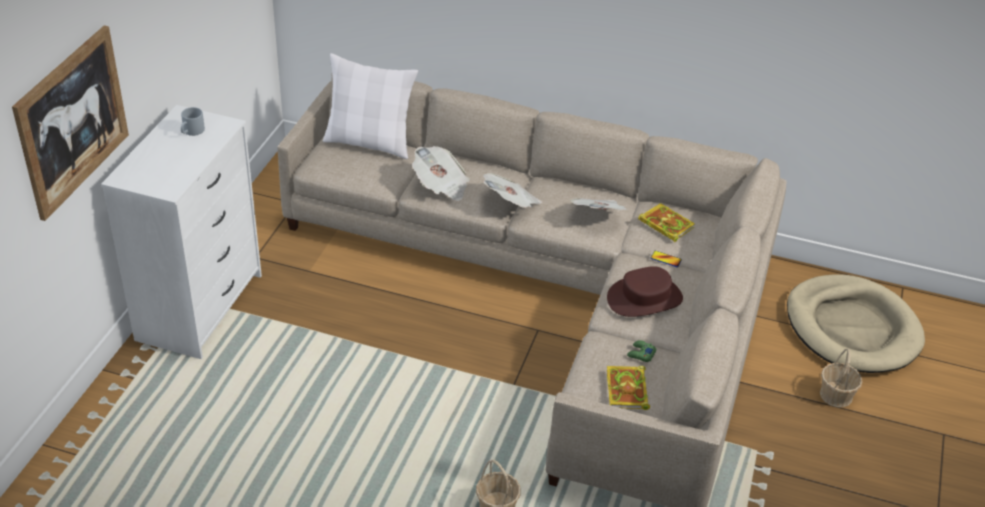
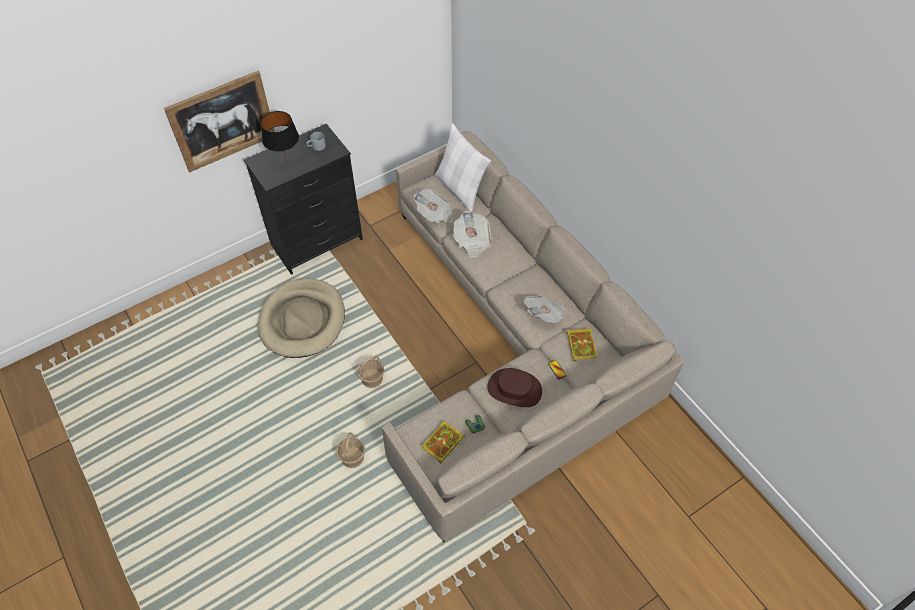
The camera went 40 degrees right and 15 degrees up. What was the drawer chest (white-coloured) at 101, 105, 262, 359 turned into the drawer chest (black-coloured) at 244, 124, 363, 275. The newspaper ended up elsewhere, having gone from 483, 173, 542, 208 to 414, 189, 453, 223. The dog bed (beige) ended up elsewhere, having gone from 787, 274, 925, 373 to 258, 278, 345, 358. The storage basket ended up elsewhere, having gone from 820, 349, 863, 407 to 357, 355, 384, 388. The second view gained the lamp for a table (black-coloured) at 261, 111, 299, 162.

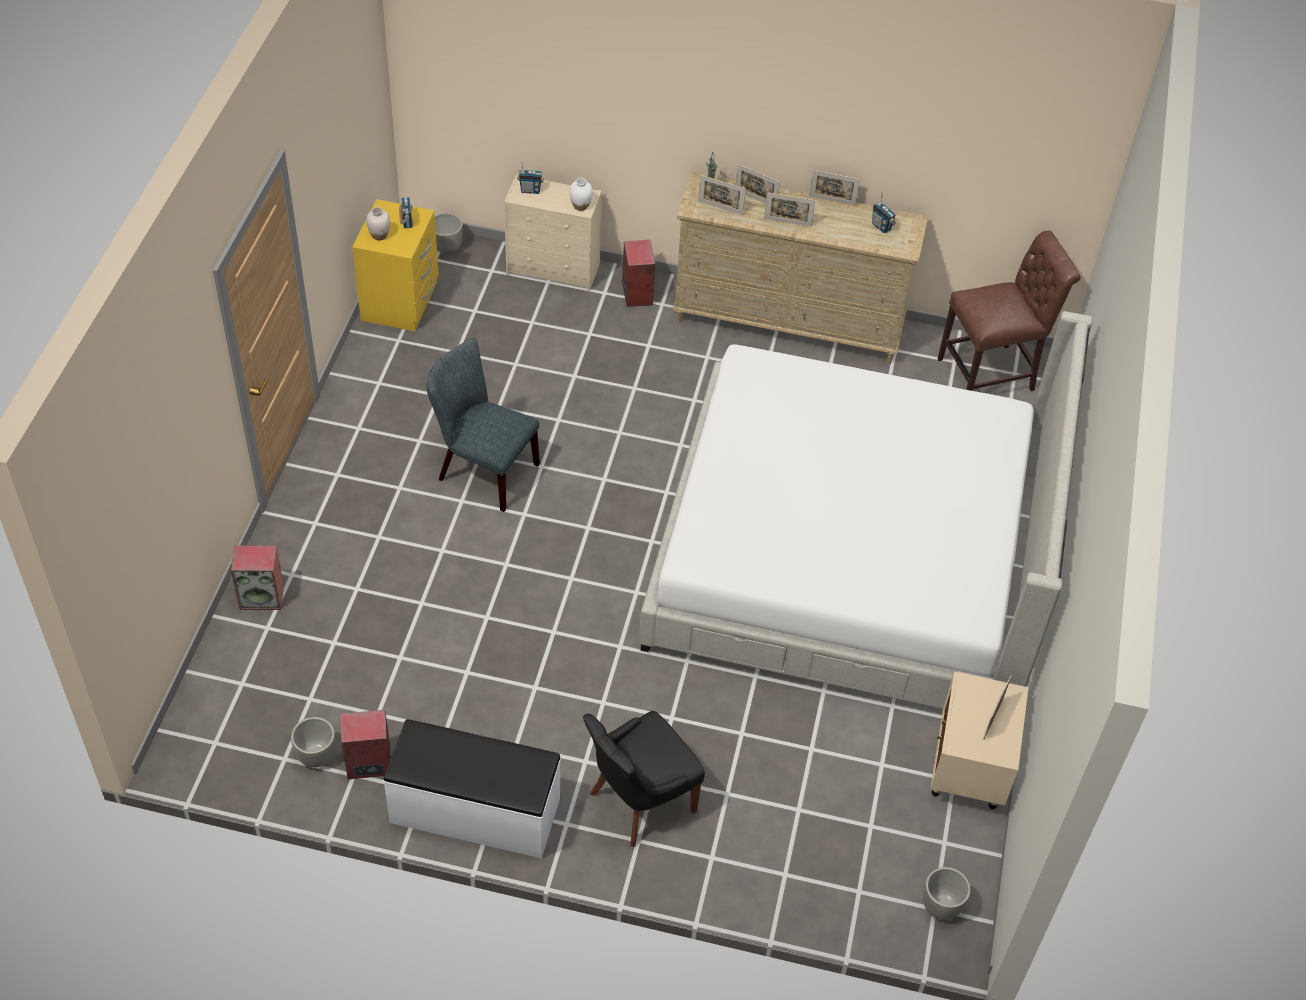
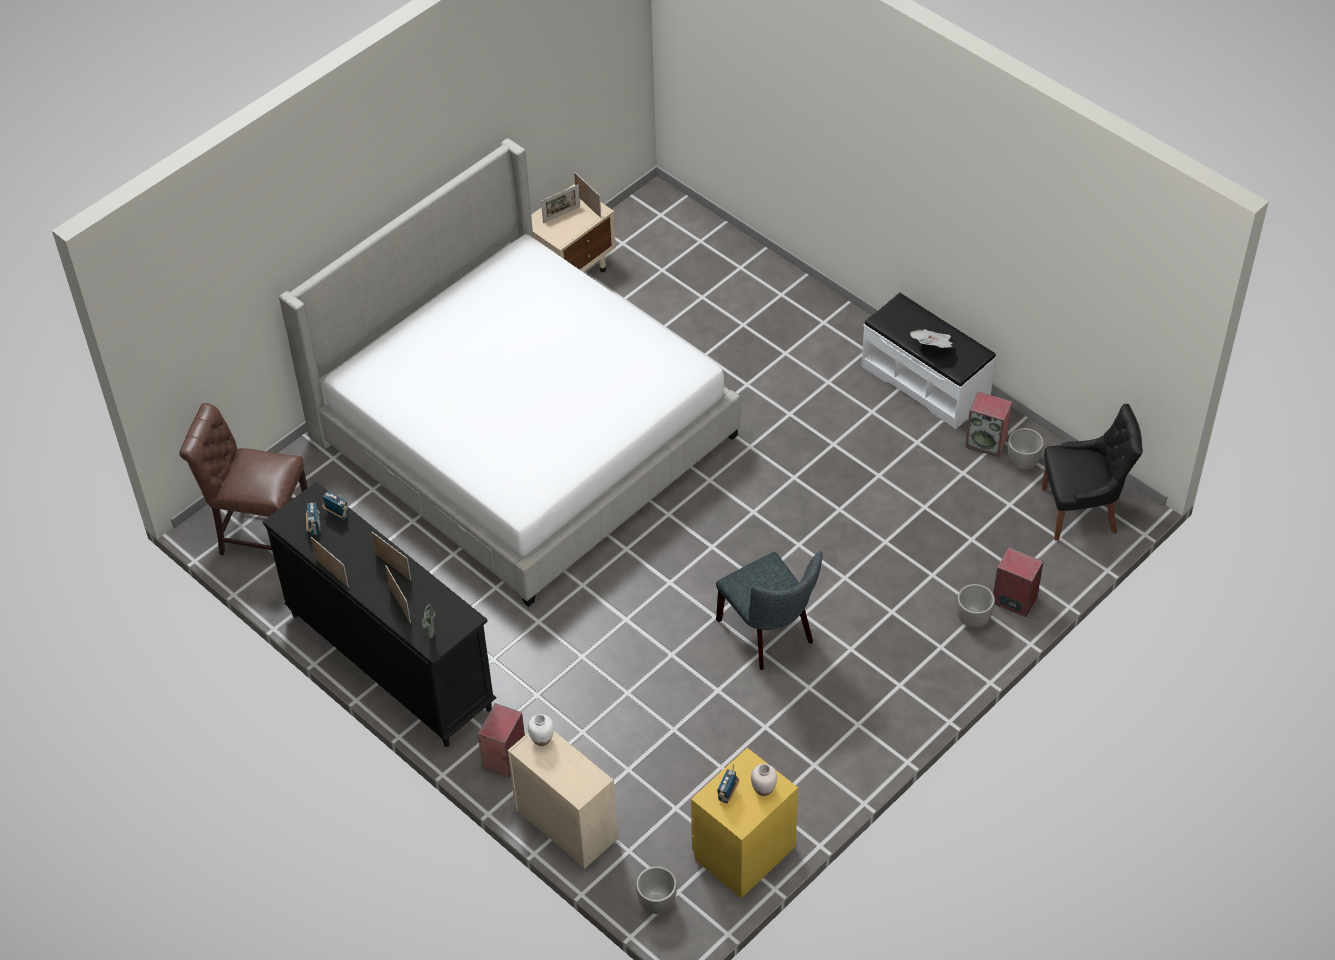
The camera went 145 degrees left and 0 degrees up. The radio set ended up elsewhere, having gone from 517, 161, 544, 194 to 322, 491, 348, 520. The chair (black-coloured) ended up elsewhere, having gone from 583, 711, 705, 847 to 1042, 404, 1143, 541. What was the drawer chest (beige) at 672, 172, 928, 364 turned into the drawer chest (black-coloured) at 263, 481, 496, 747. The standing frame ended up elsewhere, having gone from 698, 175, 746, 215 to 574, 172, 601, 218. The planter ended up elsewhere, having gone from 923, 867, 971, 920 to 957, 584, 995, 628. The second view gained the newspaper at 910, 329, 953, 348.

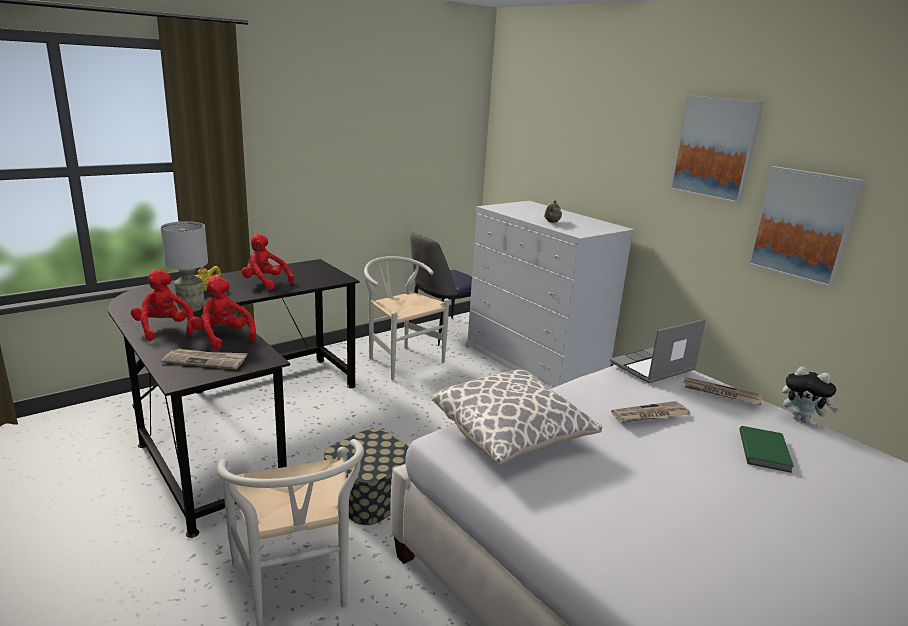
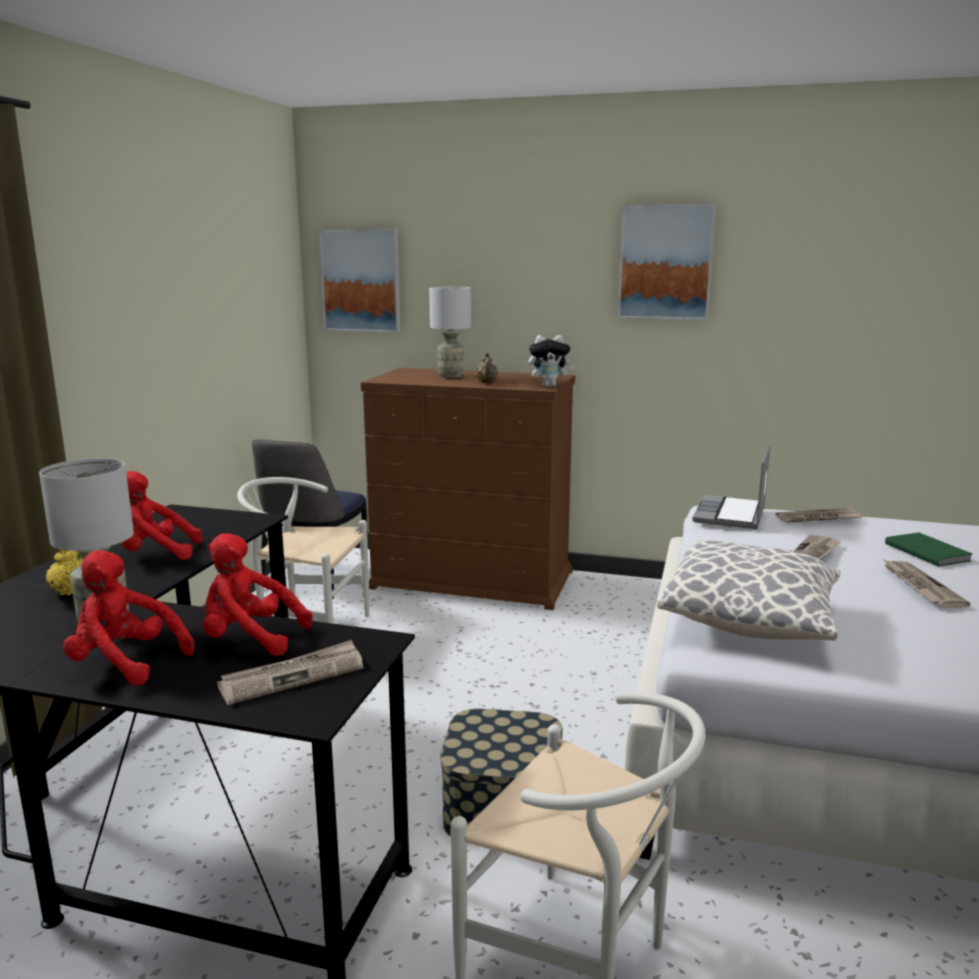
The camera went 35 degrees left and 5 degrees down. What was the drawer chest (white-coloured) at 465, 201, 635, 389 turned into the drawer chest (brown) at 361, 368, 575, 610. The wall picture ended up elsewhere, having gone from 748, 166, 864, 287 to 319, 229, 400, 333. The plush toy ended up elsewhere, having gone from 782, 366, 838, 423 to 528, 335, 575, 387. The second view gained the lamp for a table (greyish) at 429, 287, 471, 378. The second view gained the newspaper at 884, 560, 970, 608.

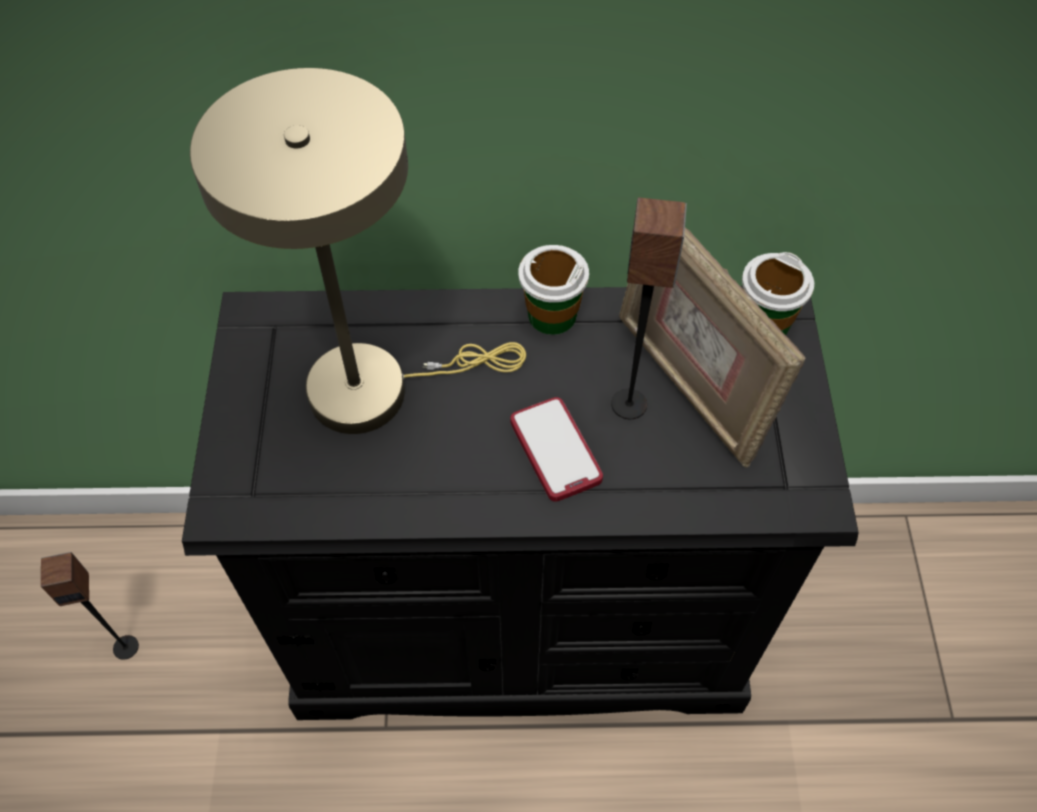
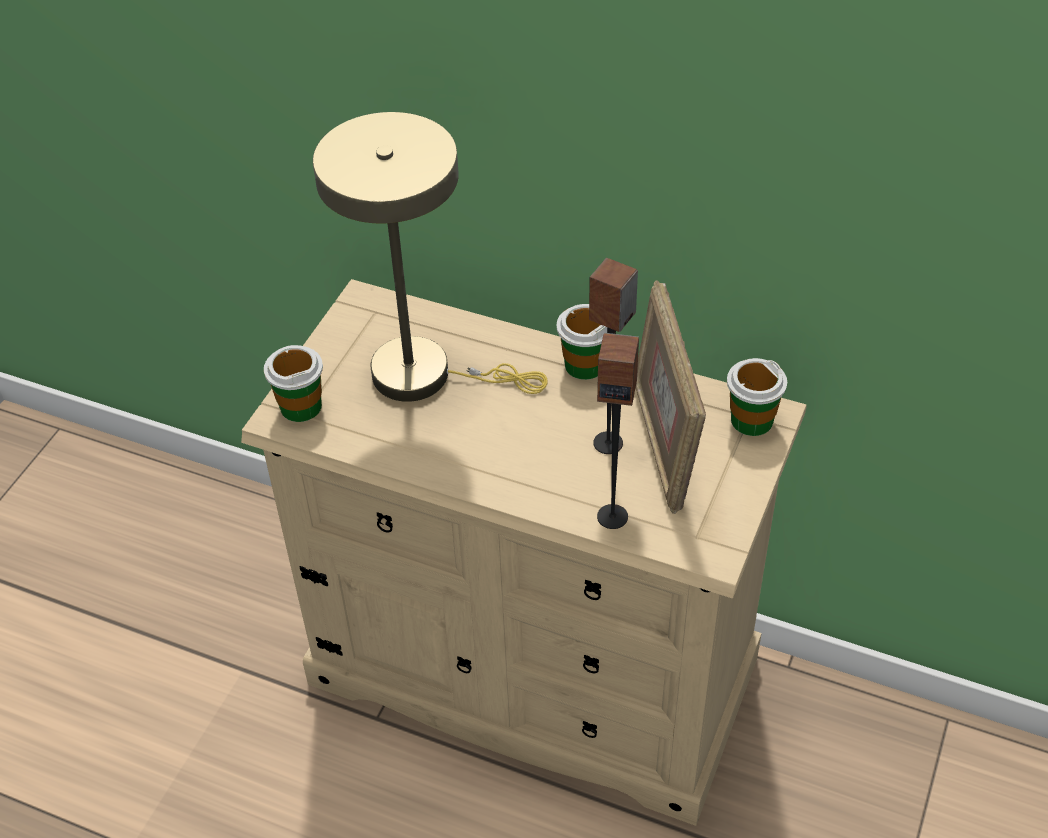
The camera went 25 degrees right and 10 degrees down. The speaker ended up elsewhere, having gone from 41, 552, 139, 660 to 597, 333, 639, 529. What was the drawer chest (black-coloured) at 182, 286, 859, 720 turned into the drawer chest (beige) at 241, 279, 807, 826. The second view lost the telephone at 510, 397, 603, 502. The second view gained the small cup at 264, 345, 323, 422.

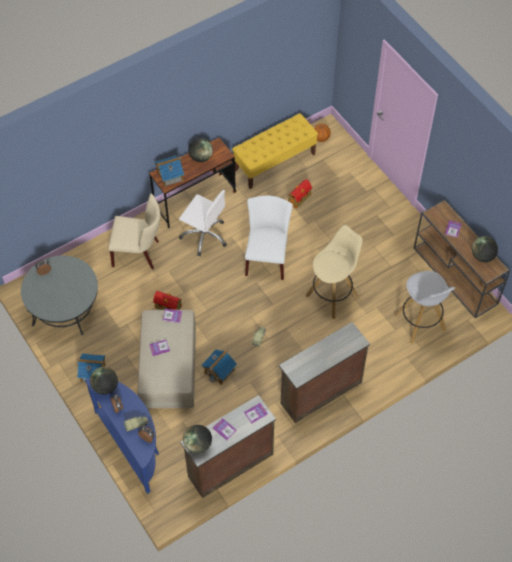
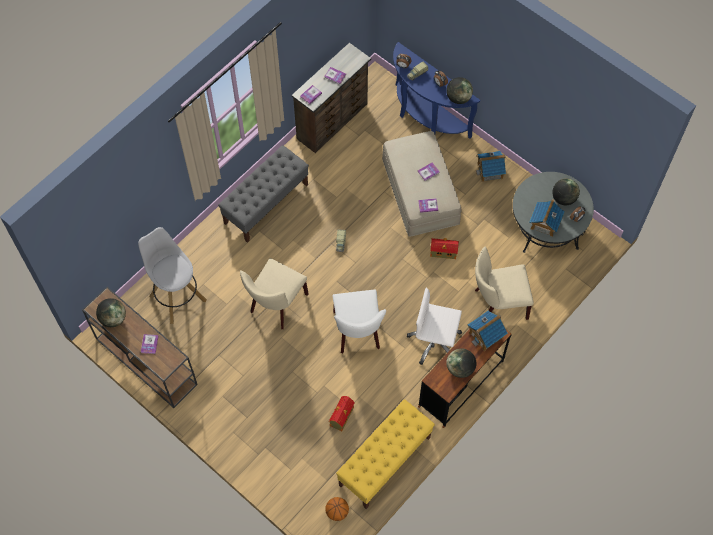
The camera went 165 degrees right and 5 degrees up. The globe ended up elsewhere, having gone from 183, 425, 212, 454 to 552, 179, 580, 205. The toy house ended up elsewhere, having gone from 201, 349, 237, 385 to 529, 199, 565, 237. Where the drawer chest (brown) stood at 279, 322, 370, 423, the long seat (greyish) came to stand at 218, 145, 309, 243. Where the sitting stool (beige) stood at 305, 225, 363, 319, the chair (beige) came to stand at 240, 258, 309, 329.

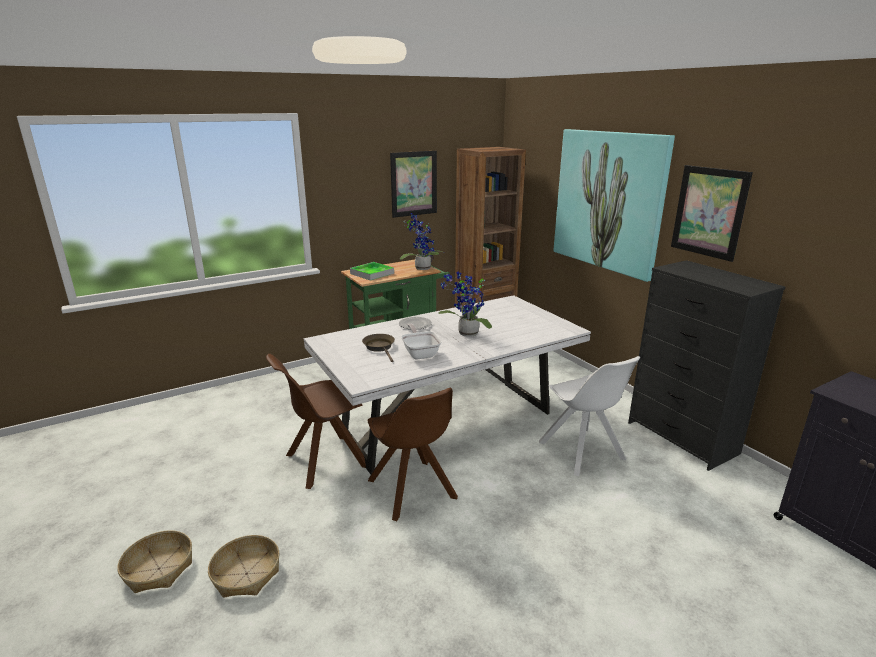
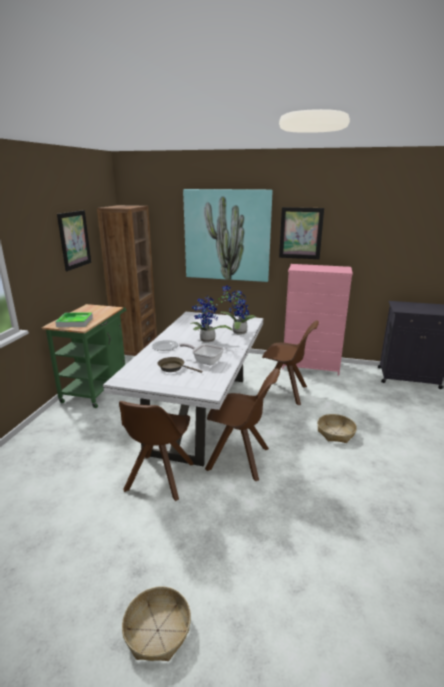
The camera went 45 degrees left and 0 degrees up. The storage basket ended up elsewhere, having gone from 208, 535, 280, 598 to 317, 414, 357, 443. The houseplant ended up elsewhere, having gone from 400, 213, 444, 270 to 220, 285, 256, 335. What was the chair (white-coloured) at 539, 356, 640, 476 turned into the chair (brown) at 262, 320, 319, 405. What was the drawer chest (black-coloured) at 628, 260, 785, 471 turned into the drawer chest (pink) at 282, 264, 353, 375.

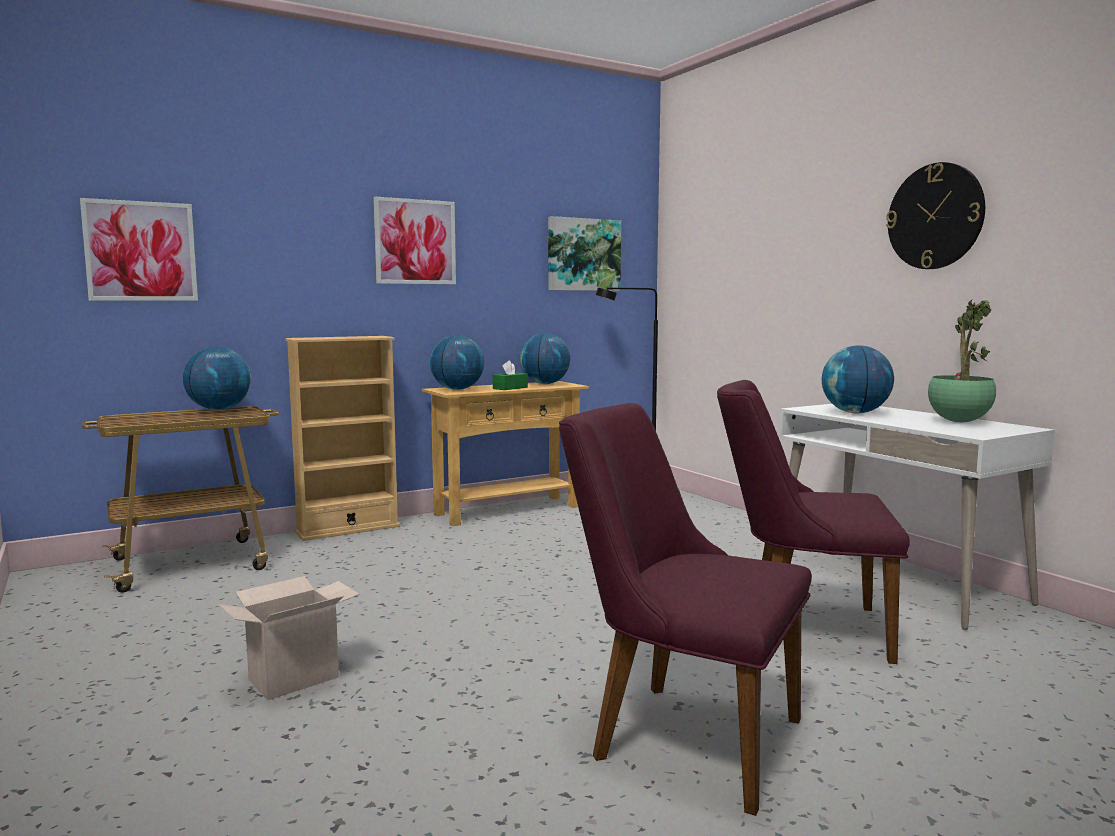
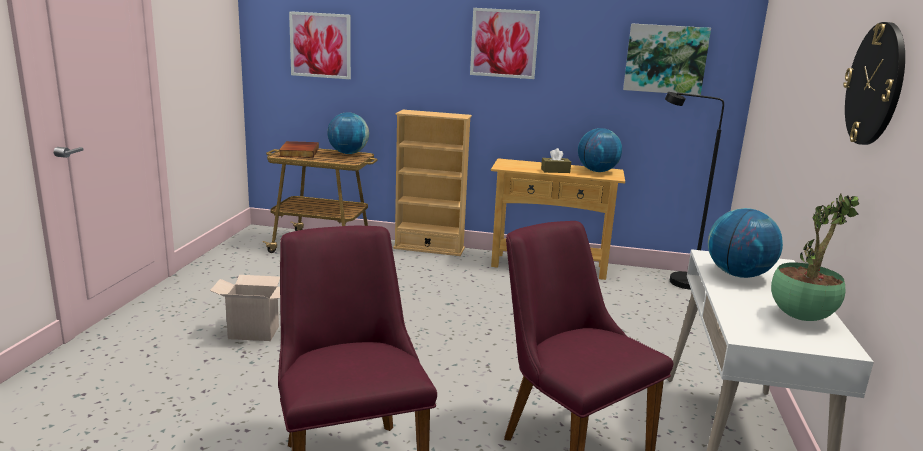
The camera went 40 degrees right and 10 degrees up. The second view lost the globe at 430, 335, 484, 390. What was the tissue box (greenish) at 493, 360, 528, 390 turned into the tissue box (brown) at 541, 148, 571, 173. The second view gained the book at 279, 141, 319, 158.

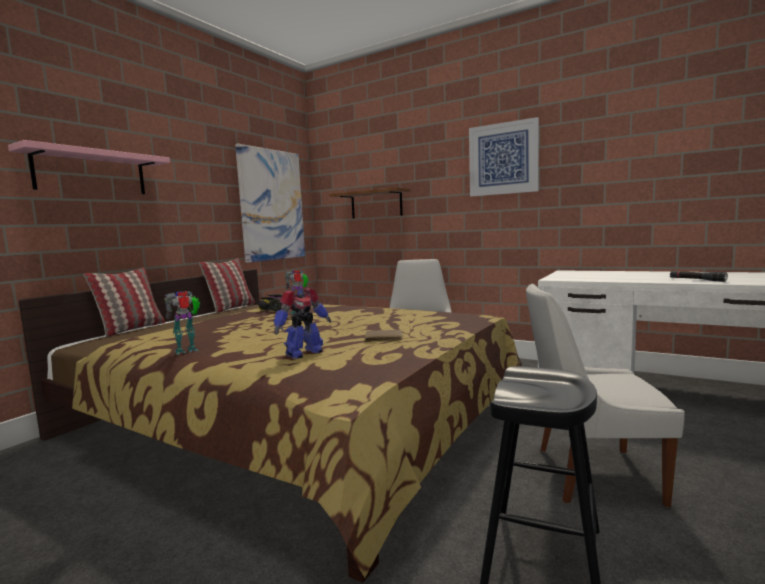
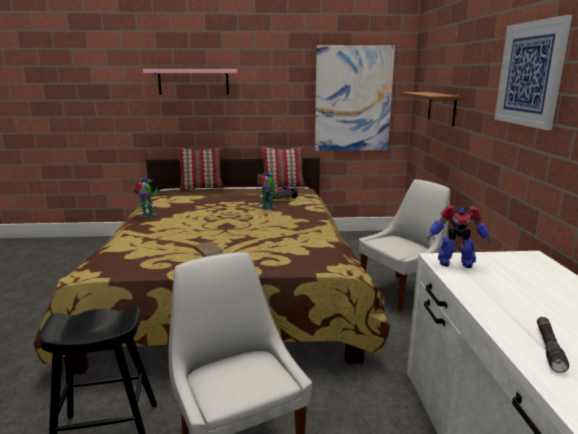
The camera went 55 degrees right and 10 degrees up. The toy robot ended up elsewhere, having gone from 274, 288, 332, 359 to 427, 205, 491, 268.

